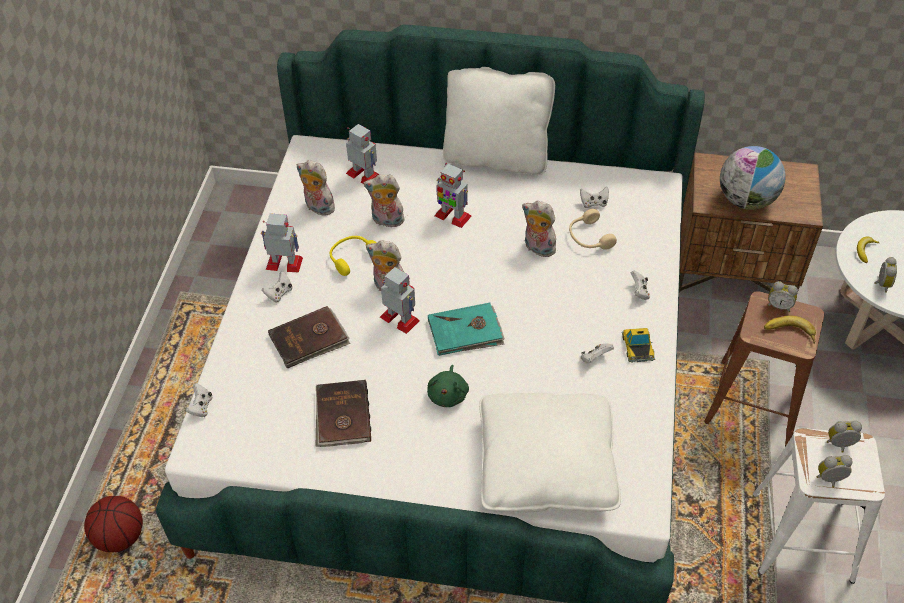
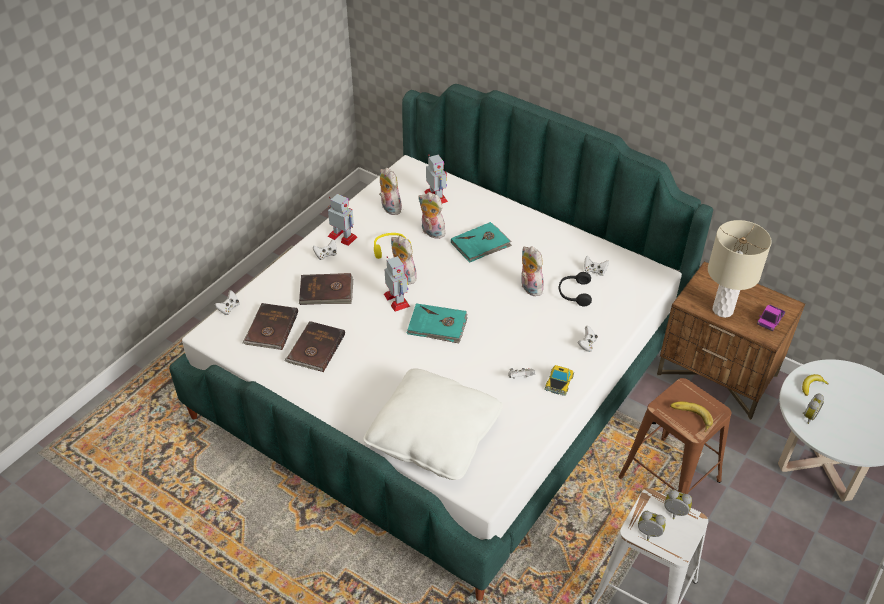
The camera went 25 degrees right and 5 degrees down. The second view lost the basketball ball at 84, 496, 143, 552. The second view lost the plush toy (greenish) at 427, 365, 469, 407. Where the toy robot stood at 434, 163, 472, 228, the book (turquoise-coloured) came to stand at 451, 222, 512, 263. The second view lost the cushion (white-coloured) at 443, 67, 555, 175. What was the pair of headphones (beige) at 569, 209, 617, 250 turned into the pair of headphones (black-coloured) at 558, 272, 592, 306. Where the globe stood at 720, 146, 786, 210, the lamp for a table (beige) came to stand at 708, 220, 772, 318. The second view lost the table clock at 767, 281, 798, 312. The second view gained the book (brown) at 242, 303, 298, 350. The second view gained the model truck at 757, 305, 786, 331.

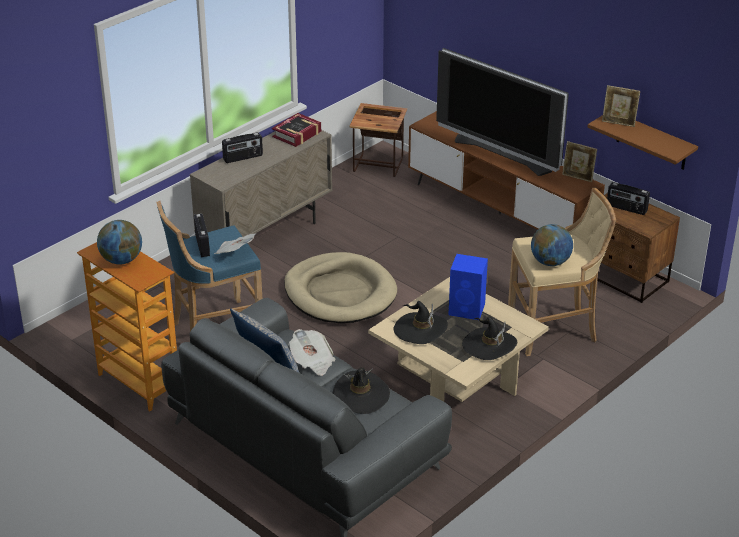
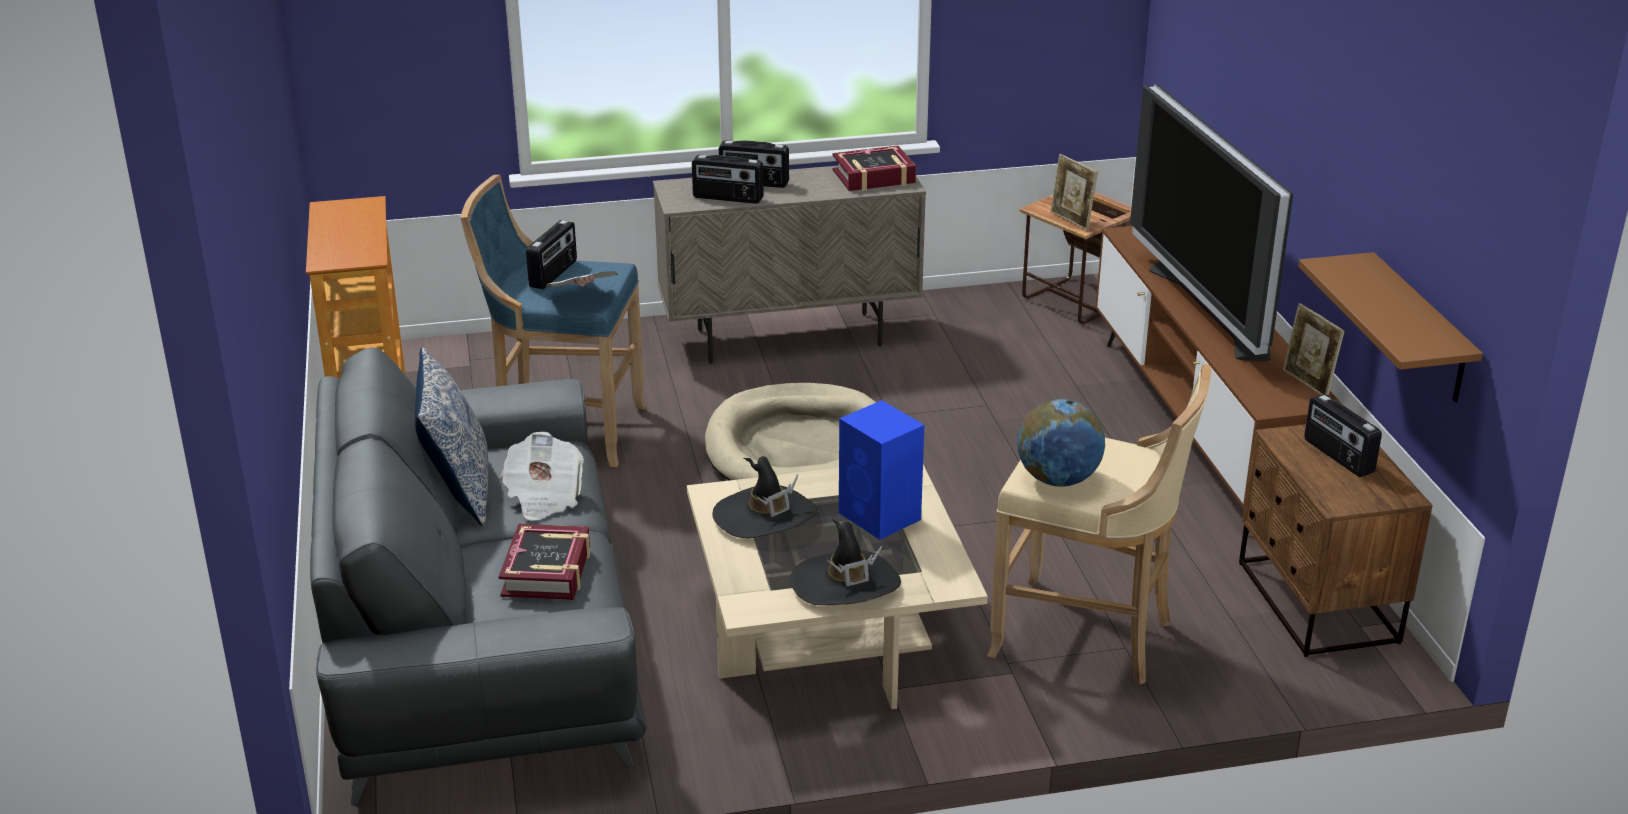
The camera went 35 degrees right and 5 degrees down. The second view lost the globe at 97, 220, 142, 264. Where the wearable hat (black-coloured) stood at 333, 368, 390, 414, the book came to stand at 499, 524, 590, 600. The standing frame ended up elsewhere, having gone from 602, 85, 640, 127 to 1050, 154, 1098, 231. The second view gained the radio set at 692, 155, 763, 204.

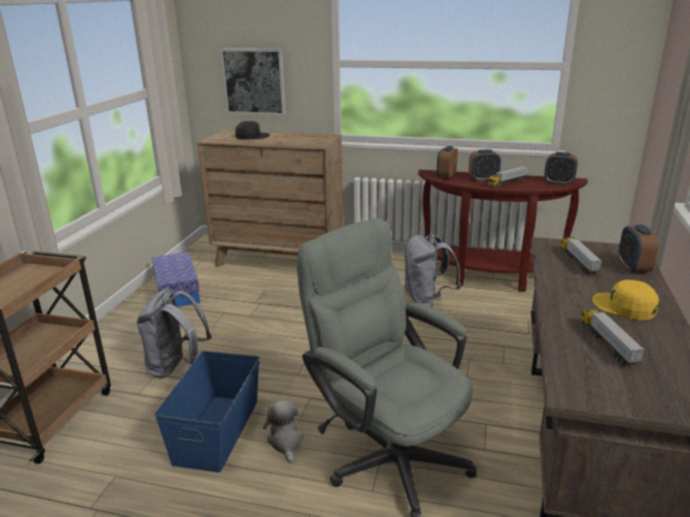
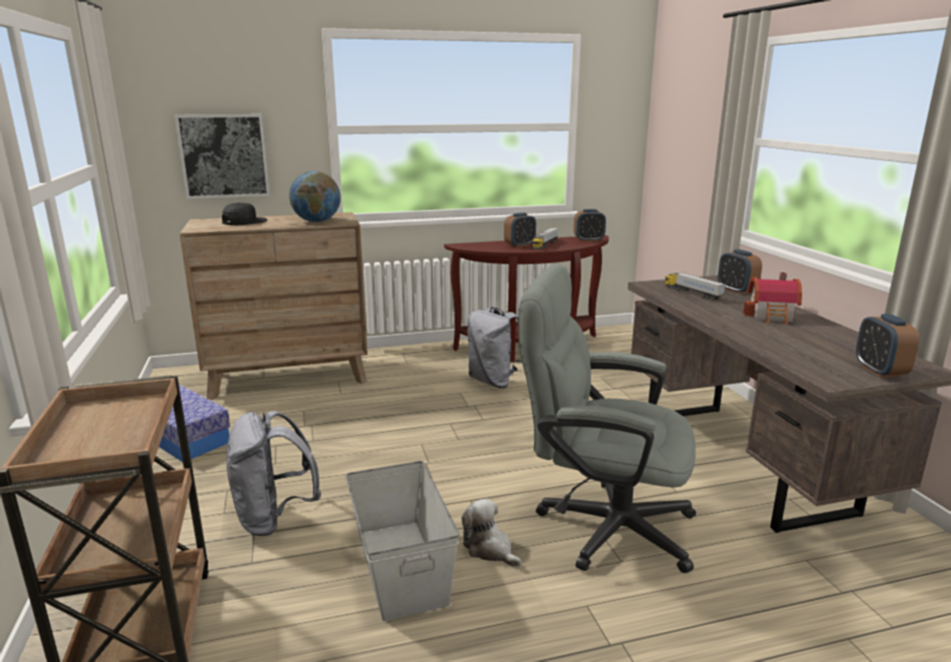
The camera went 30 degrees left and 5 degrees down. What was the storage container (blue) at 155, 351, 260, 473 turned into the storage container (greyish) at 345, 461, 459, 621. The table clock ended up elsewhere, having gone from 437, 146, 458, 179 to 856, 314, 919, 378. The second view lost the model truck at 580, 309, 645, 365. Where the peaked cap (yellowish) stood at 592, 280, 659, 320, the toy house came to stand at 743, 272, 802, 325. The second view gained the globe at 289, 171, 341, 222.

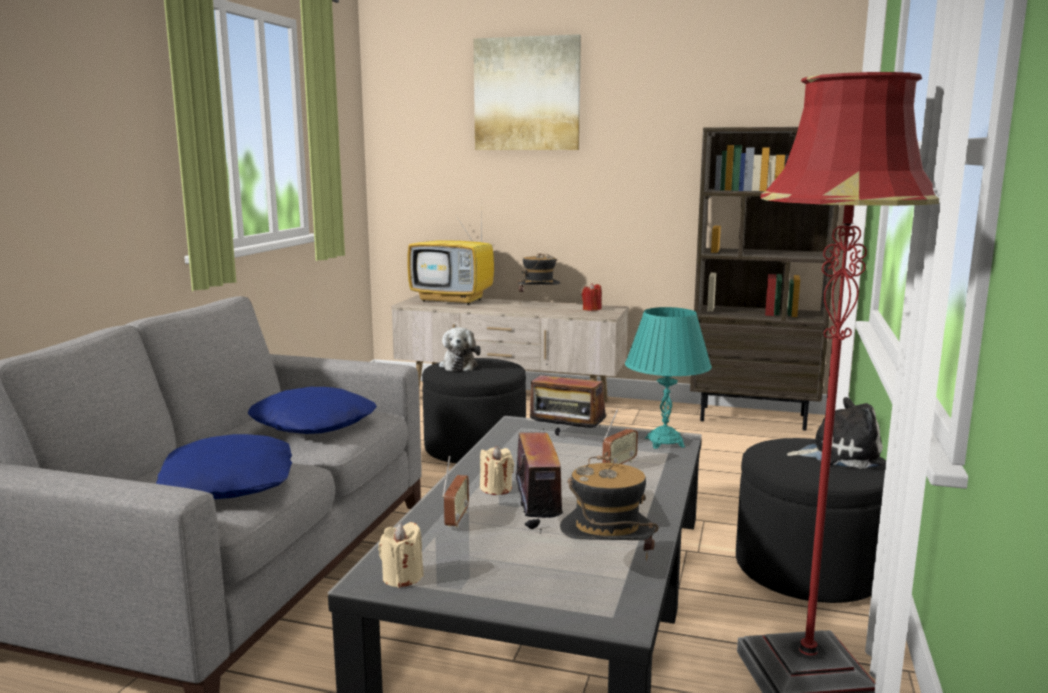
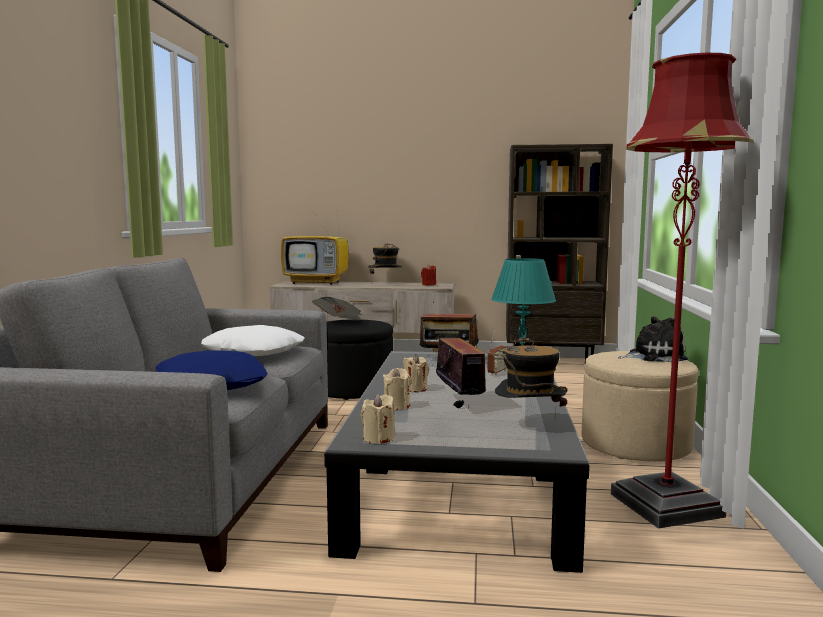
The camera went 10 degrees left and 5 degrees down. What was the cushion (blue) at 247, 387, 377, 434 turned into the cushion (white-coloured) at 201, 325, 305, 356. Where the plush toy stood at 439, 327, 481, 371, the newspaper came to stand at 312, 297, 362, 320. Where the radio set stood at 442, 456, 469, 528, the candle (beige) came to stand at 383, 368, 411, 410. The second view lost the wall picture at 474, 34, 581, 150. What was the footrest (black-coloured) at 736, 438, 886, 603 turned into the footrest (beige) at 582, 351, 698, 462.

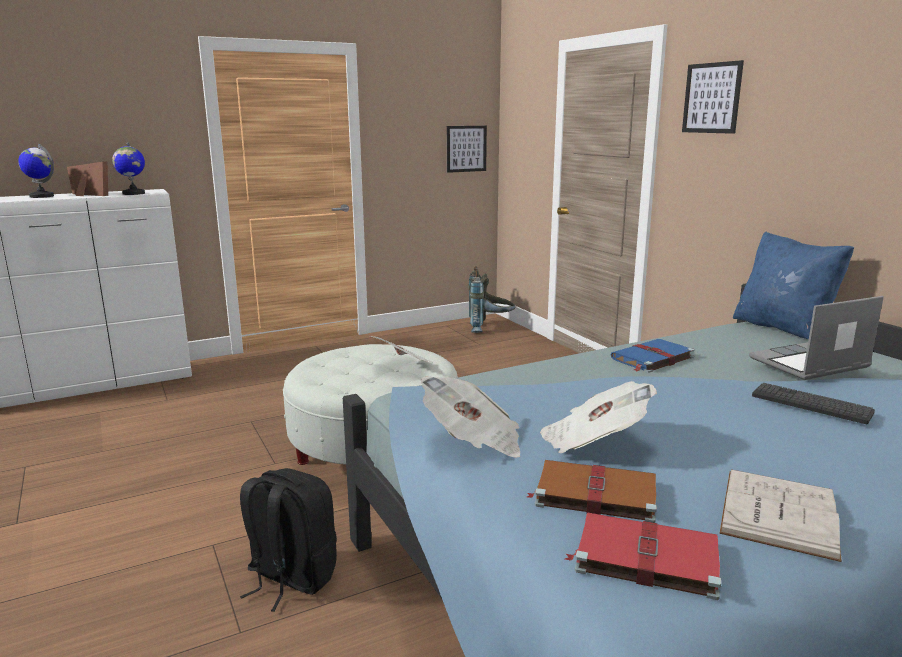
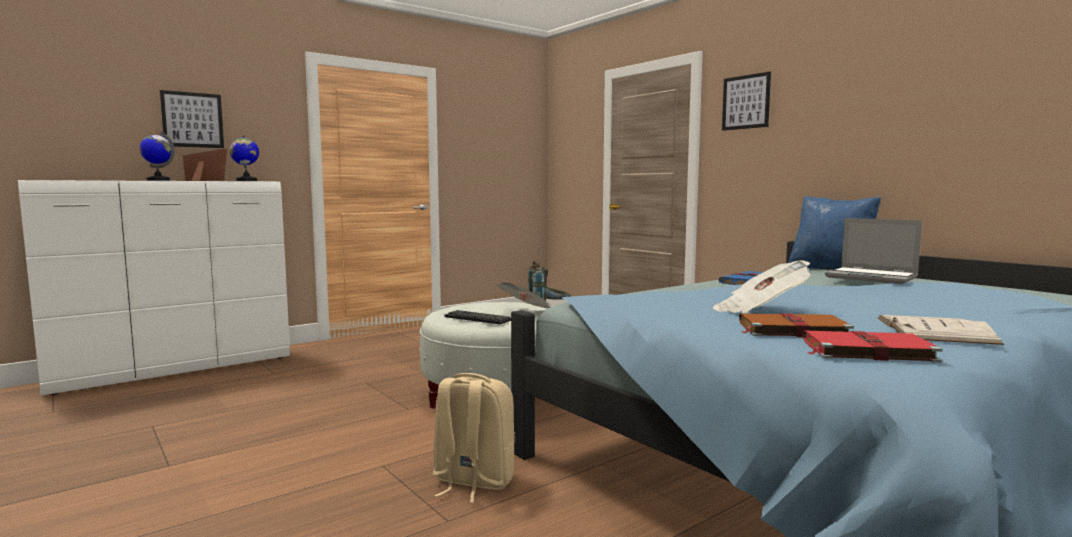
The camera went 10 degrees left and 10 degrees down. What was the knapsack (black-coloured) at 240, 468, 337, 612 turned into the knapsack (beige) at 432, 373, 514, 503. The second view lost the newspaper at 421, 376, 520, 458. The wall picture ended up elsewhere, having gone from 447, 126, 487, 173 to 160, 90, 224, 148. The portable computer at 749, 296, 884, 380 ended up facing another way, 105 degrees counterclockwise from before. The keyboard ended up elsewhere, having gone from 752, 383, 875, 424 to 444, 310, 511, 324.

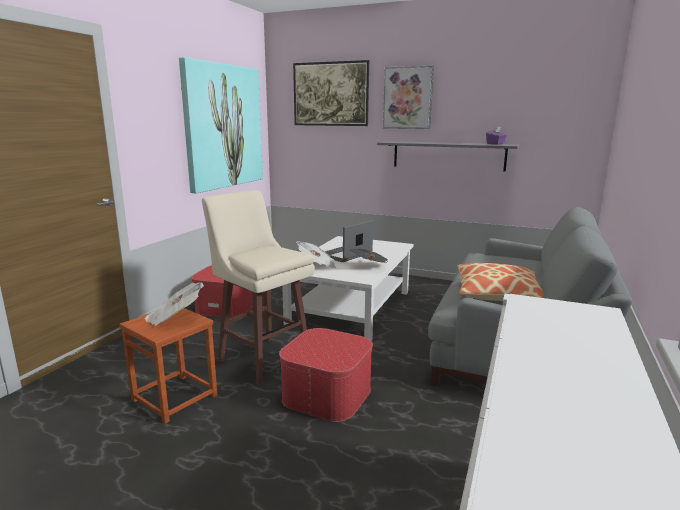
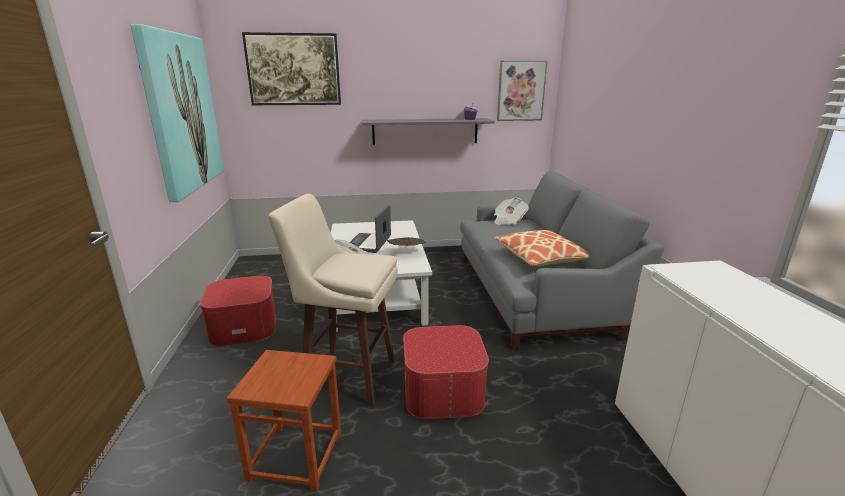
The camera went 30 degrees left and 5 degrees up. The newspaper ended up elsewhere, having gone from 145, 282, 204, 326 to 494, 198, 529, 225. The wall picture ended up elsewhere, having gone from 383, 66, 434, 129 to 497, 60, 547, 121.

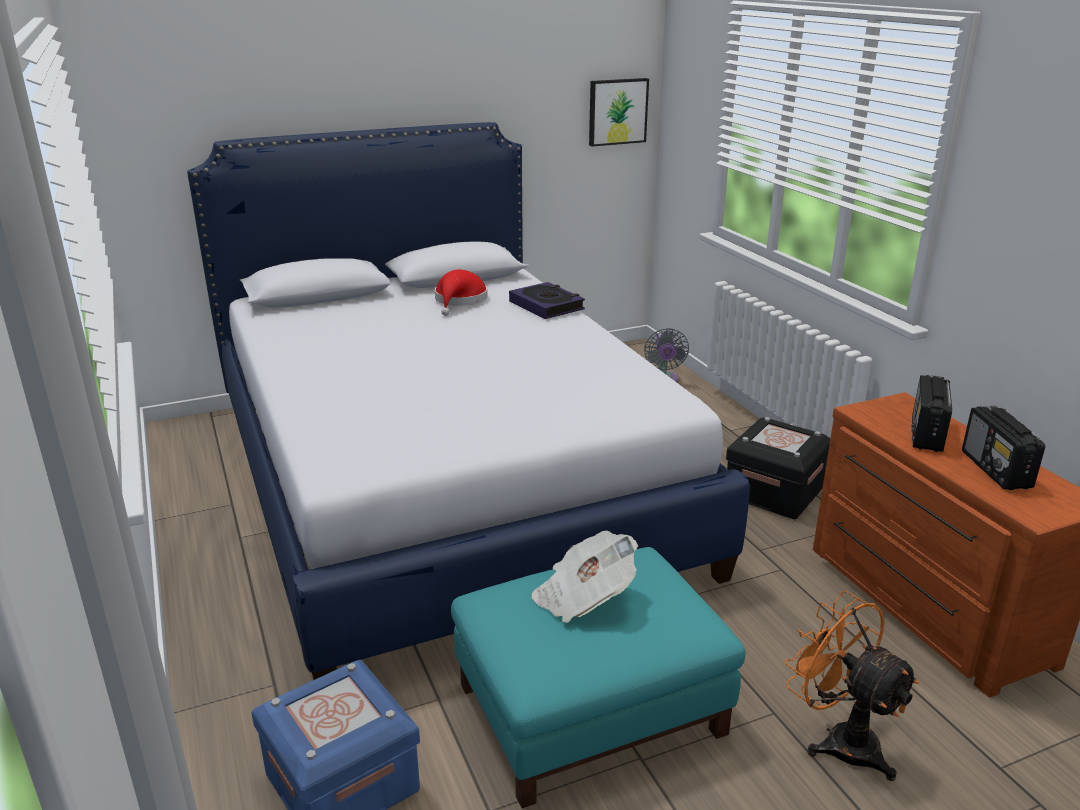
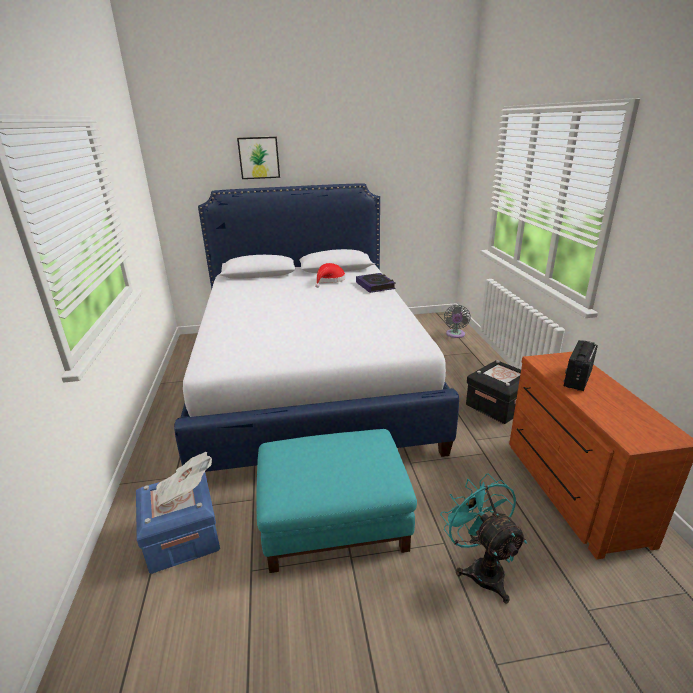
The camera went 15 degrees right and 0 degrees up. The newspaper ended up elsewhere, having gone from 532, 530, 638, 623 to 156, 452, 212, 507. The wall picture ended up elsewhere, having gone from 589, 78, 649, 147 to 237, 136, 280, 179. What was the fan (orange-coloured) at 785, 591, 920, 781 turned into the fan (turquoise-coloured) at 440, 473, 527, 603. The second view lost the radio set at 962, 406, 1045, 490.

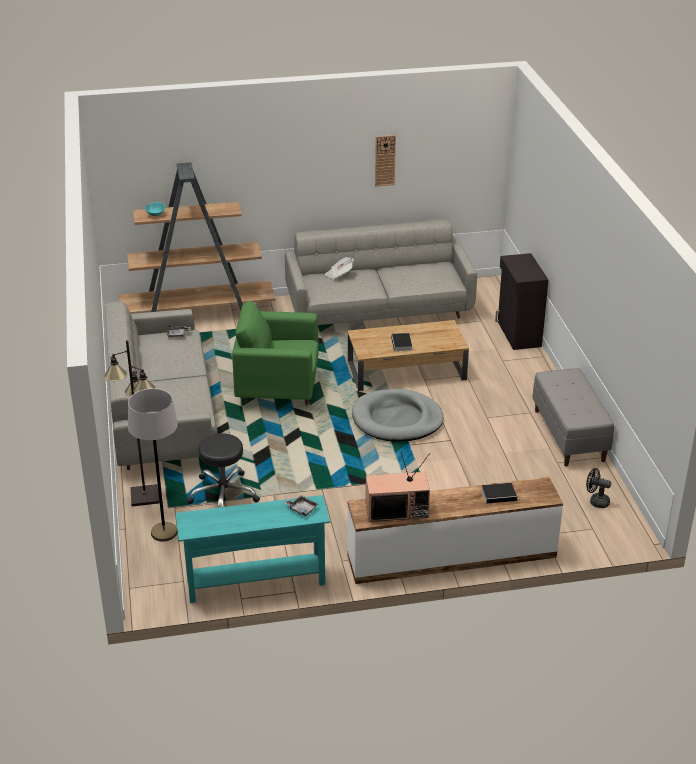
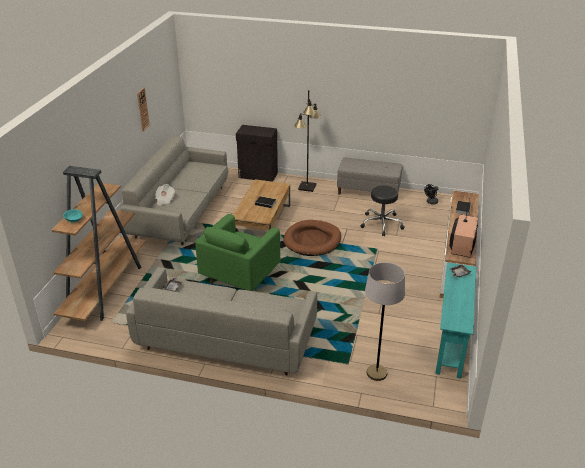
The camera went 65 degrees left and 0 degrees up. The standing lamp (black-coloured) ended up elsewhere, having gone from 104, 340, 160, 506 to 294, 90, 321, 192. The sitting stool (black-coloured) ended up elsewhere, having gone from 187, 433, 260, 508 to 360, 186, 405, 236. What was the dog bed (greyish) at 352, 389, 444, 442 turned into the dog bed (brown) at 283, 220, 341, 256.

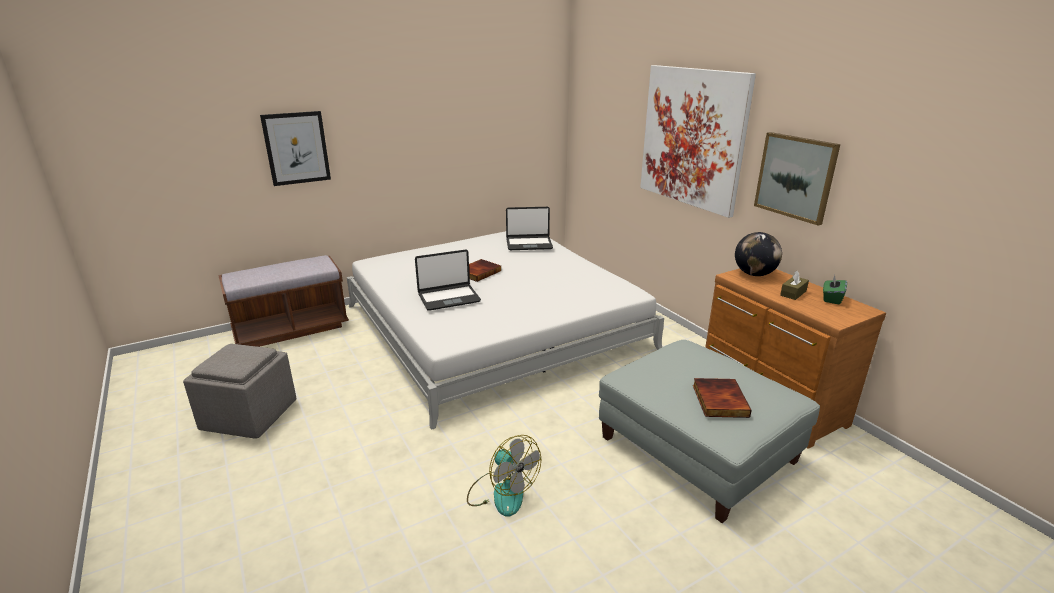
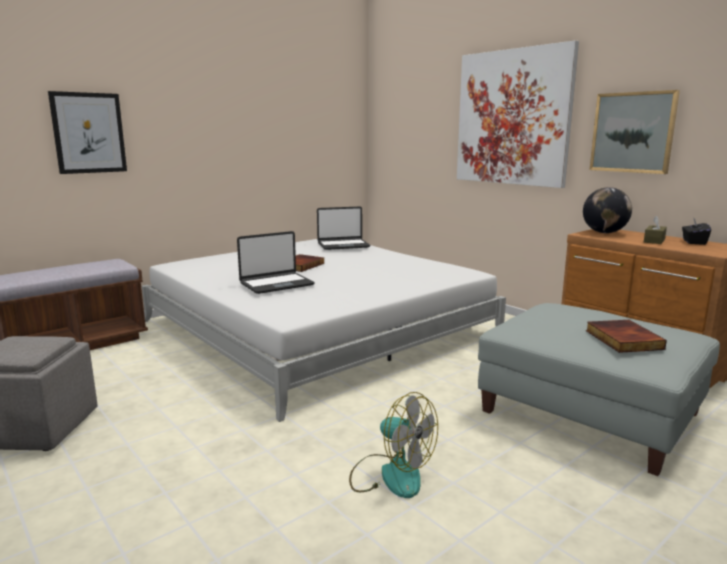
The camera went 10 degrees left and 10 degrees down. What was the tissue box (greenish) at 823, 275, 847, 304 turned into the tissue box (black-coloured) at 682, 217, 711, 245.

